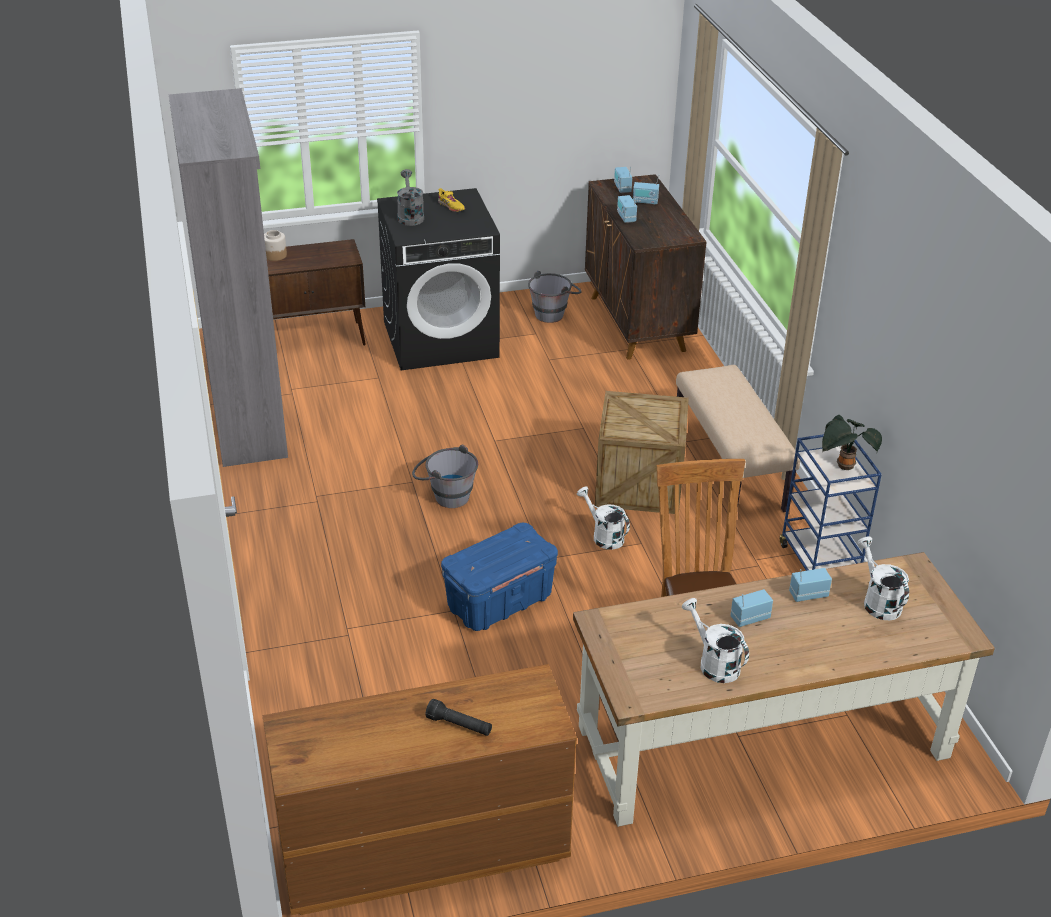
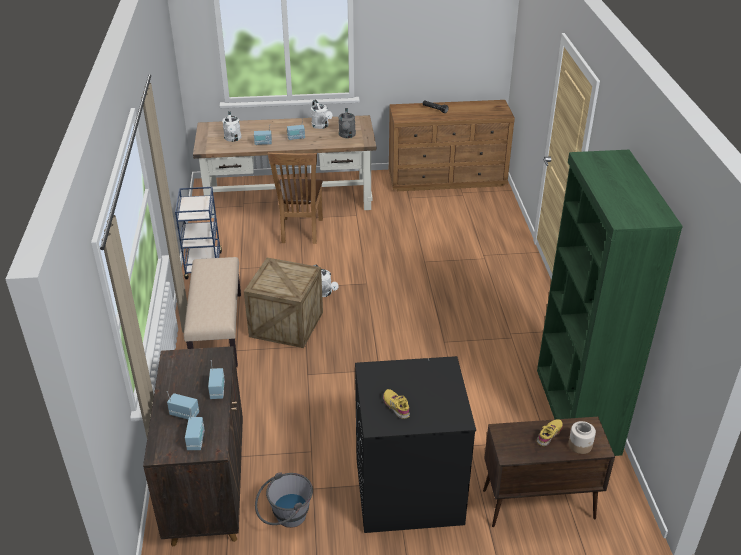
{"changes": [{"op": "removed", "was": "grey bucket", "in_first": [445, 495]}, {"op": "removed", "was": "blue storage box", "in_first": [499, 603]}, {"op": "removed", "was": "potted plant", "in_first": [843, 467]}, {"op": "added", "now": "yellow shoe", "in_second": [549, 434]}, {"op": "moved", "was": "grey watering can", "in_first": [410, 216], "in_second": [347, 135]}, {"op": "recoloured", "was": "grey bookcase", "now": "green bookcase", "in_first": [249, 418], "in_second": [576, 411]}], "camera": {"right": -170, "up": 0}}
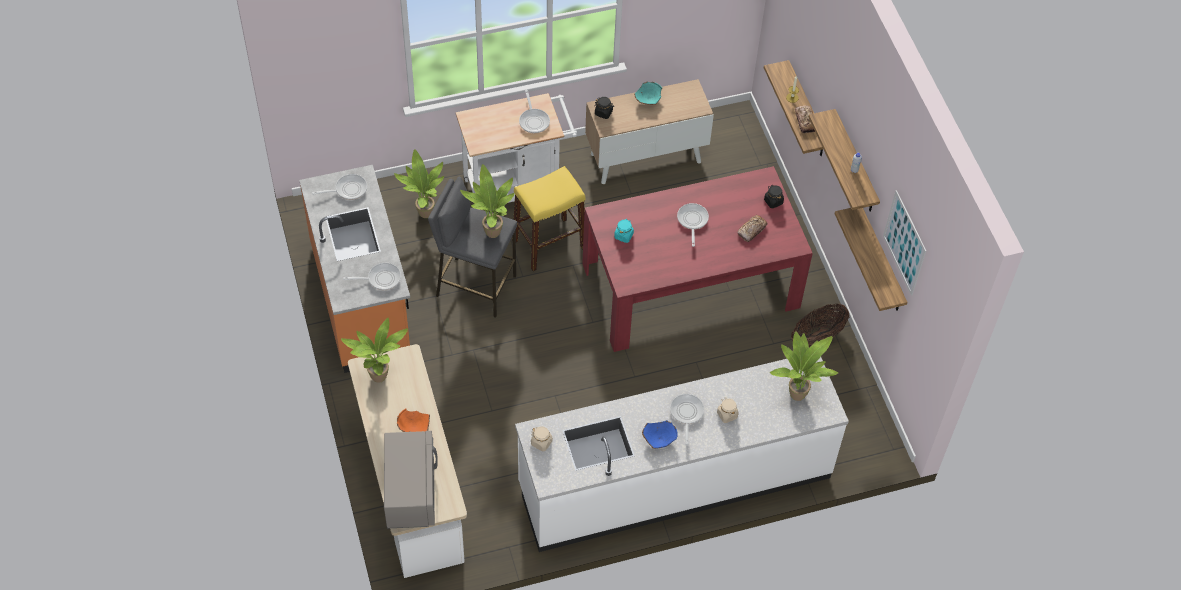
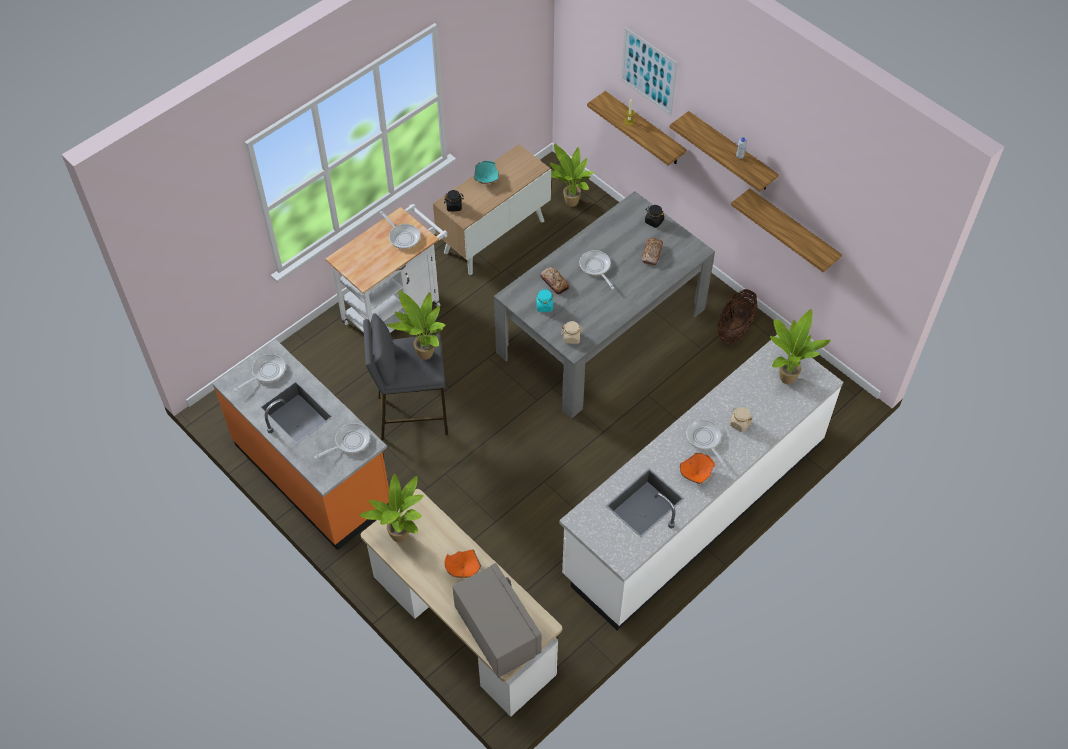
{"changes": [{"op": "removed", "was": "yellow stool", "in_first": [549, 244]}, {"op": "moved", "was": "potted plant", "in_first": [423, 214], "in_second": [569, 203]}, {"op": "moved", "was": "beige jar", "in_first": [541, 442], "in_second": [571, 337]}, {"op": "moved", "was": "bread", "in_first": [805, 121], "in_second": [554, 282]}, {"op": "moved", "was": "picture", "in_first": [904, 243], "in_second": [648, 71]}, {"op": "recoloured", "was": "red dining table", "now": "grey dining table", "in_first": [690, 286], "in_second": [601, 331]}, {"op": "recoloured", "was": "blue bowl", "now": "orange bowl", "in_first": [659, 439], "in_second": [695, 473]}], "camera": {"right": -25, "up": 0}}
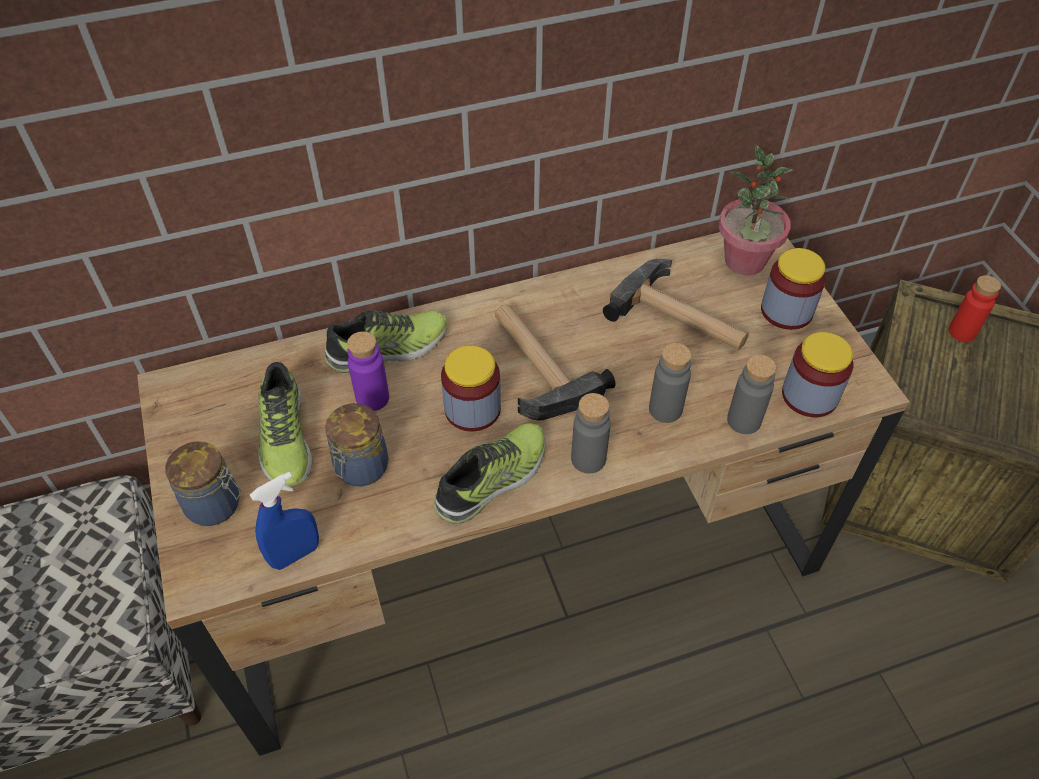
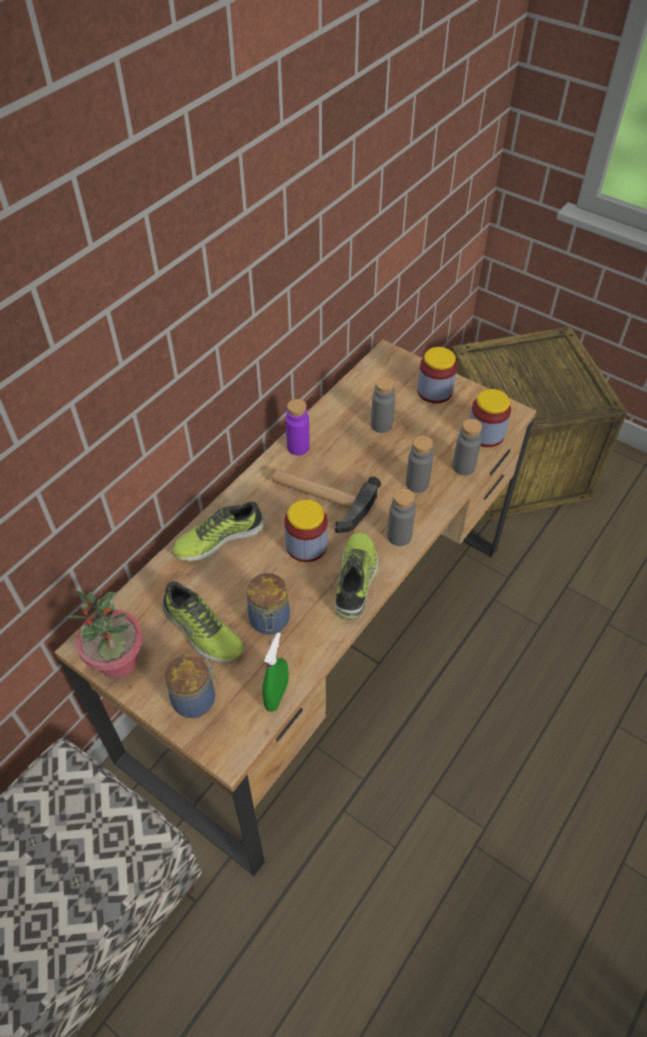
{"changes": [{"op": "removed", "was": "red bottle", "in_first": [962, 332]}, {"op": "moved", "was": "purple bottle", "in_first": [372, 398], "in_second": [298, 447]}, {"op": "moved", "was": "potted plant", "in_first": [744, 261], "in_second": [118, 662]}, {"op": "replaced", "was": "hammer", "now": "grey bottle", "in_first": [682, 318], "in_second": [381, 425]}, {"op": "recoloured", "was": "blue spray bottle", "now": "green spray bottle", "in_first": [295, 554], "in_second": [276, 695]}, {"op": "turned", "was": "shoe", "in_first": [388, 349], "in_second": [219, 538], "clockwise": -150}], "camera": {"right": -35, "up": 0}}
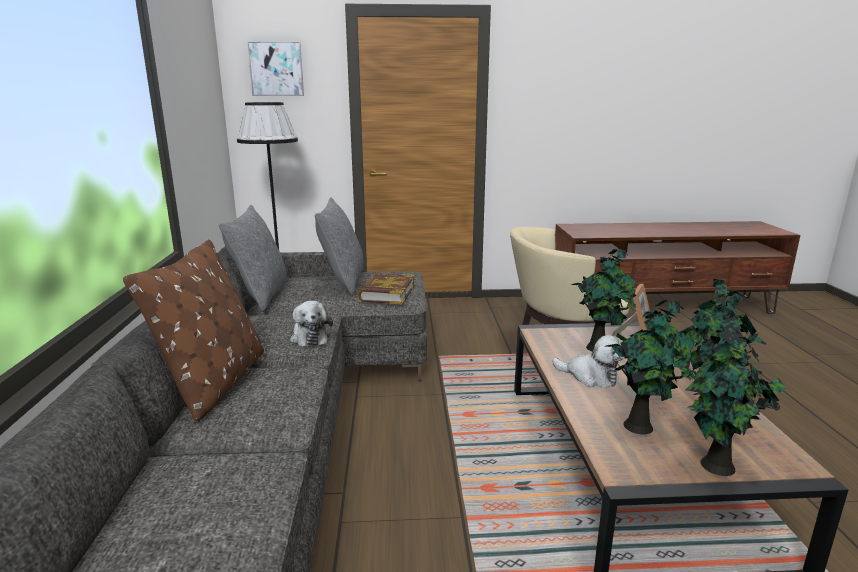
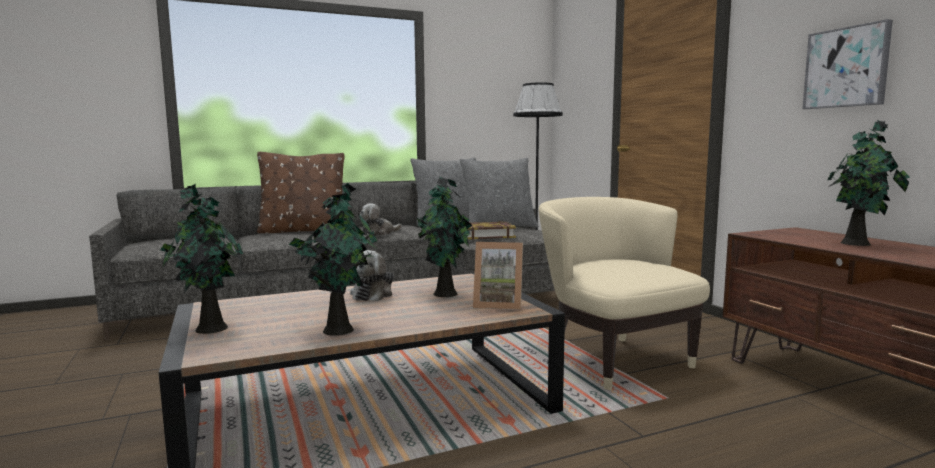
{"changes": [{"op": "moved", "was": "picture", "in_first": [276, 69], "in_second": [847, 67]}, {"op": "moved", "was": "potted plant", "in_first": [640, 426], "in_second": [858, 244]}], "camera": {"right": 70, "up": -10}}
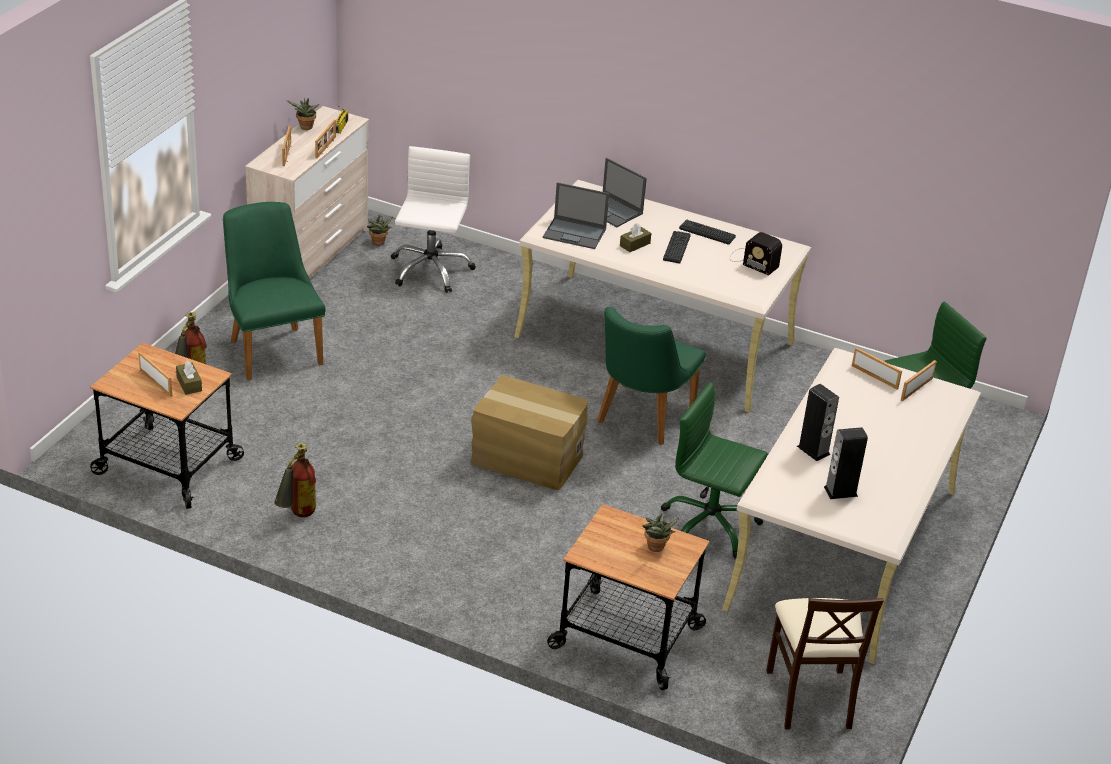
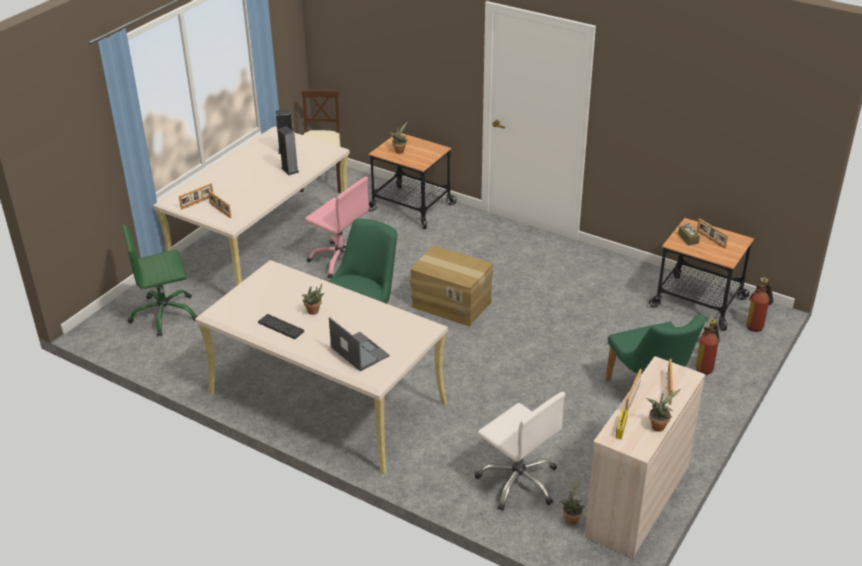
{"changes": [{"op": "removed", "was": "laptop", "in_first": [575, 233]}, {"op": "removed", "was": "brown tissue box", "in_first": [635, 244]}, {"op": "removed", "was": "radio", "in_first": [752, 261]}, {"op": "moved", "was": "fire extinguisher", "in_first": [297, 516], "in_second": [757, 324]}, {"op": "replaced", "was": "keyboard", "now": "potted plant", "in_first": [676, 247], "in_second": [314, 312]}, {"op": "recoloured", "was": "green office chair", "now": "pink office chair", "in_first": [709, 526], "in_second": [341, 260]}, {"op": "turned", "was": "white office chair", "in_first": [430, 270], "in_second": [518, 481], "clockwise": -60}], "camera": {"right": -170, "up": 0}}
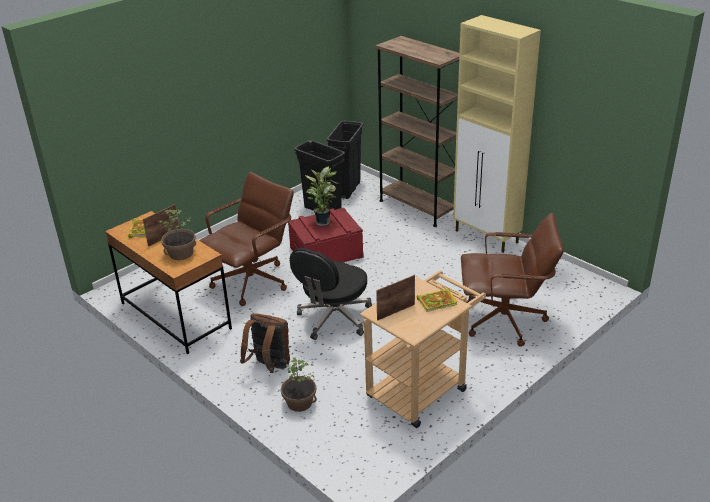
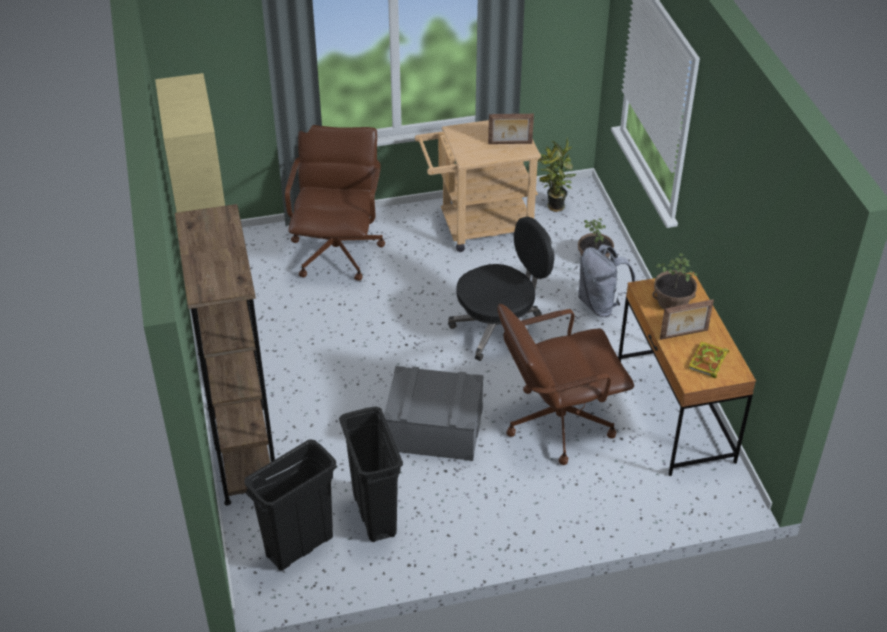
{"changes": [{"op": "removed", "was": "book", "in_first": [438, 301]}, {"op": "moved", "was": "potted plant", "in_first": [323, 221], "in_second": [554, 207]}, {"op": "recoloured", "was": "brown backpack", "now": "grey backpack", "in_first": [269, 366], "in_second": [601, 305]}, {"op": "recoloured", "was": "red storage box", "now": "grey storage box", "in_first": [326, 252], "in_second": [433, 429]}, {"op": "turned", "was": "brown office chair", "in_first": [505, 321], "in_second": [337, 252], "clockwise": 60}], "camera": {"right": -150, "up": 10}}
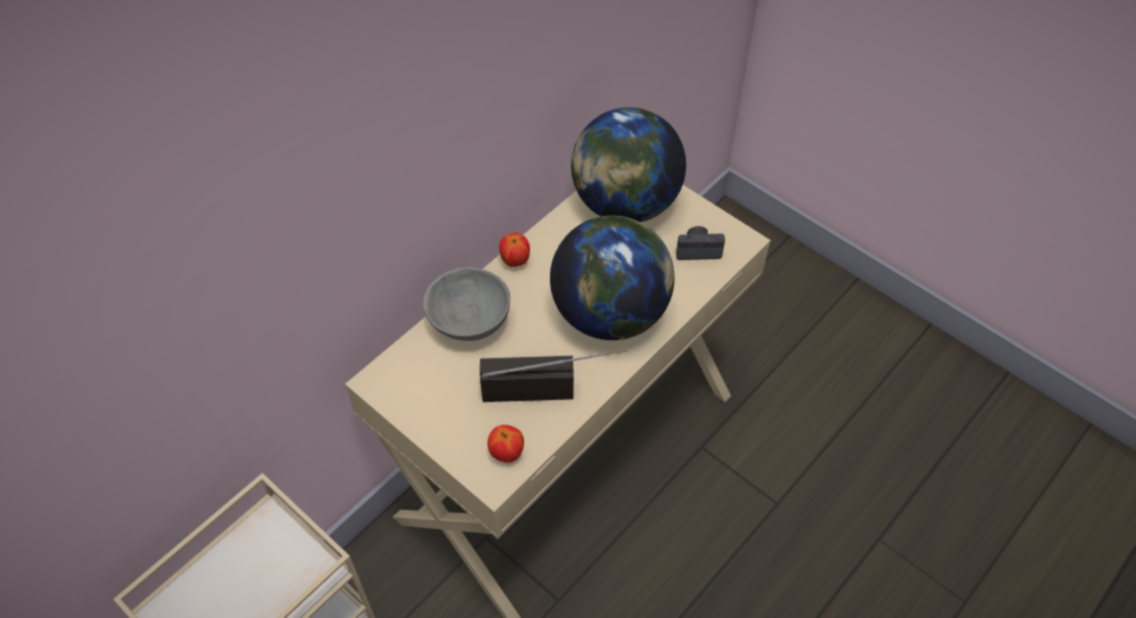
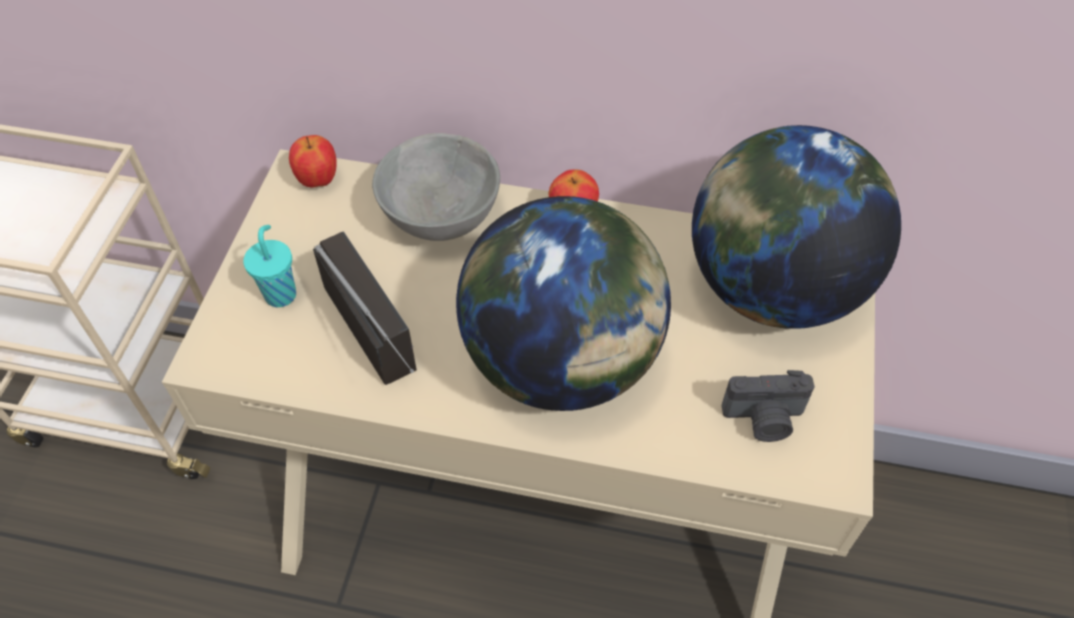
{"changes": [{"op": "added", "now": "turquoise cup", "in_second": [281, 293]}, {"op": "moved", "was": "apple", "in_first": [506, 453], "in_second": [318, 180]}, {"op": "turned", "was": "photo camera", "in_first": [698, 250], "in_second": [764, 419], "clockwise": 120}], "camera": {"right": 60, "up": 0}}
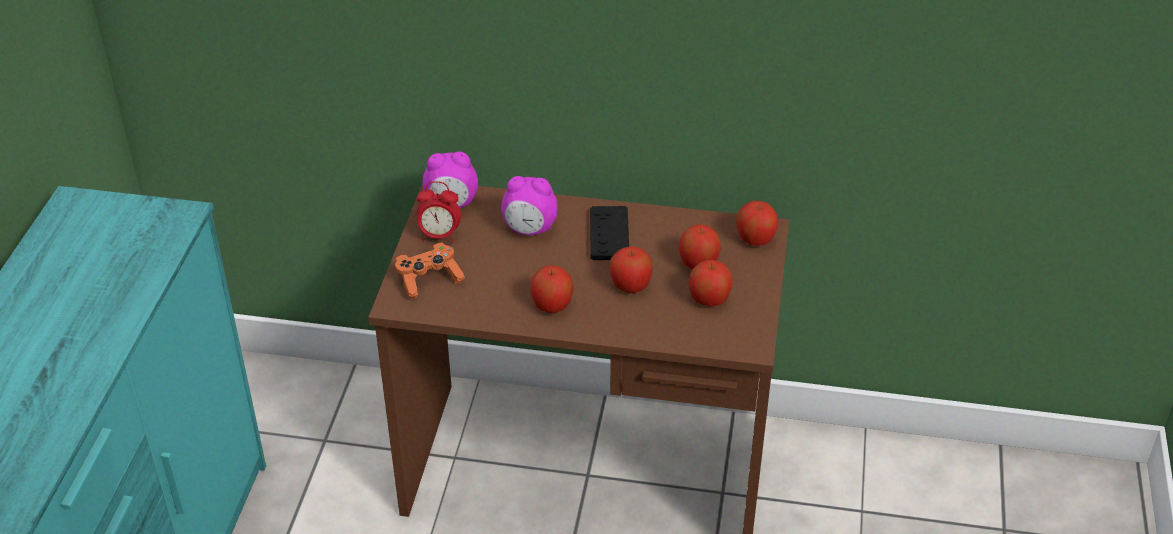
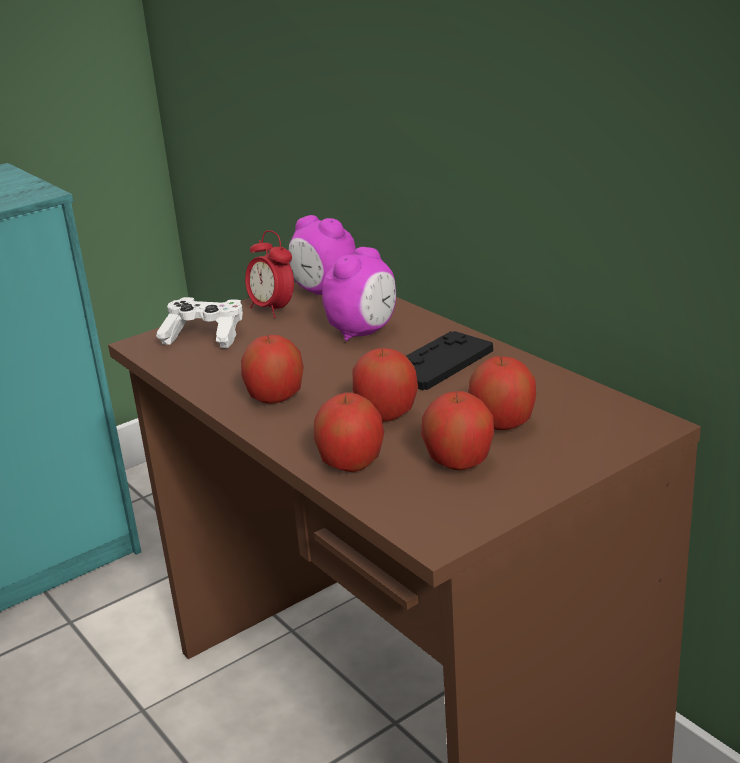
{"changes": [{"op": "moved", "was": "apple", "in_first": [755, 239], "in_second": [351, 464]}, {"op": "recoloured", "was": "orange game controller", "now": "white game controller", "in_first": [429, 279], "in_second": [204, 336]}, {"op": "turned", "was": "alarm clock", "in_first": [530, 229], "in_second": [363, 332], "clockwise": -105}], "camera": {"right": 45, "up": -15}}
